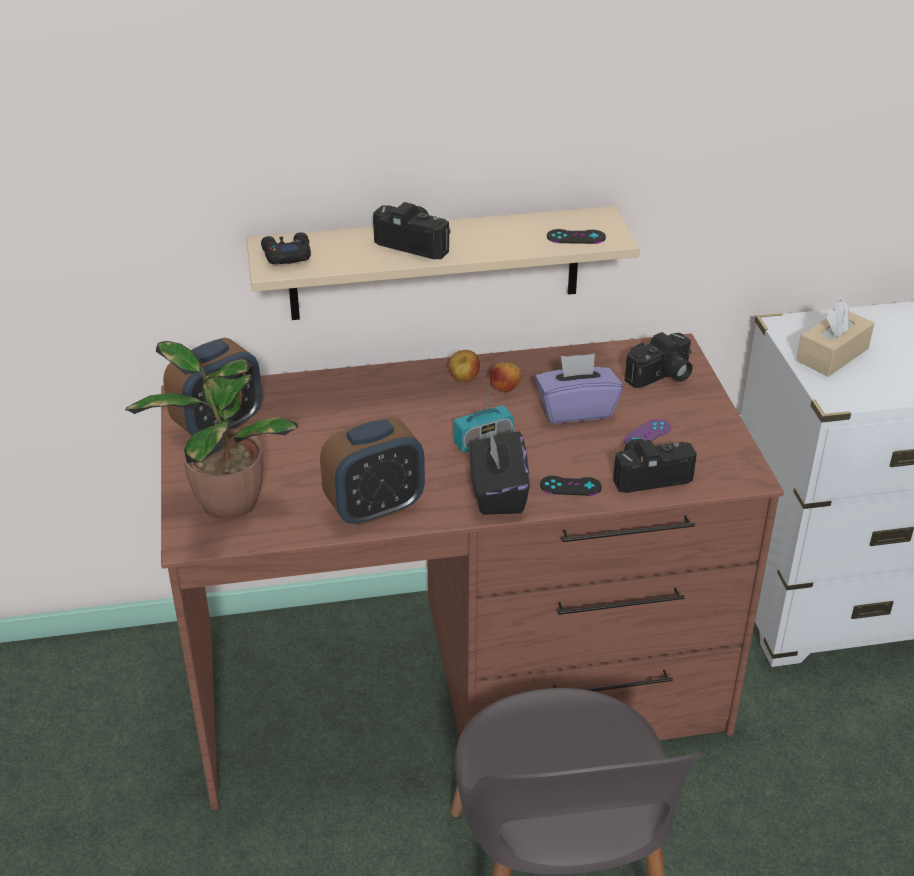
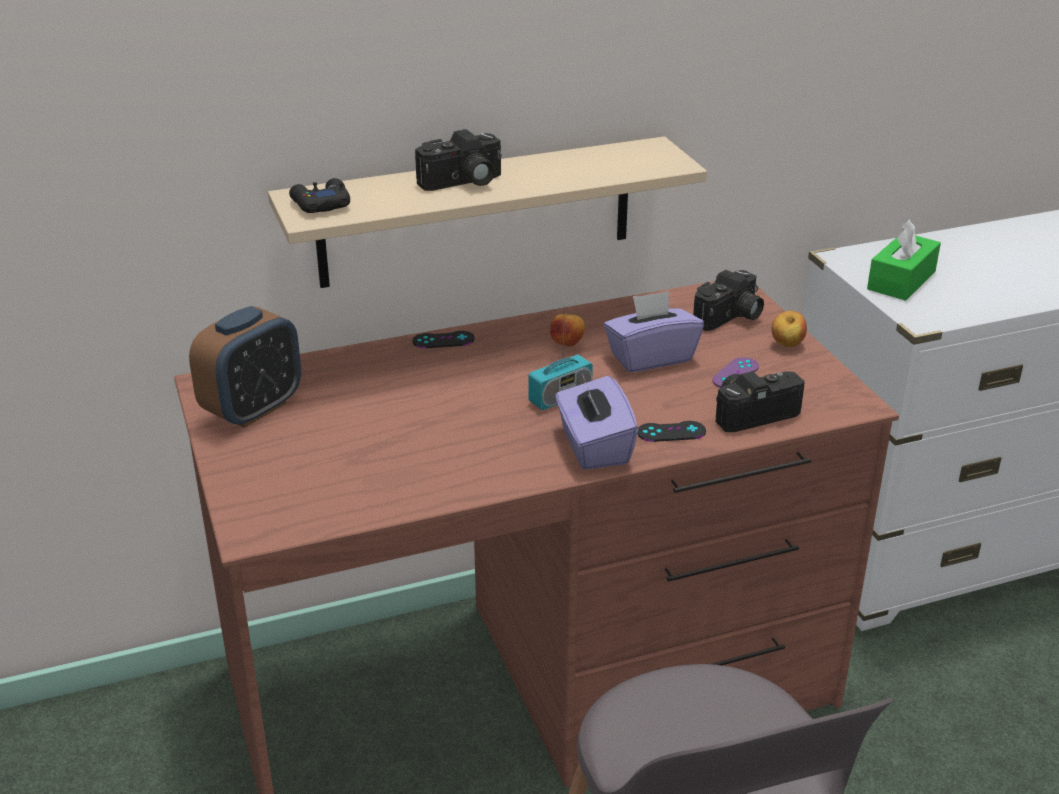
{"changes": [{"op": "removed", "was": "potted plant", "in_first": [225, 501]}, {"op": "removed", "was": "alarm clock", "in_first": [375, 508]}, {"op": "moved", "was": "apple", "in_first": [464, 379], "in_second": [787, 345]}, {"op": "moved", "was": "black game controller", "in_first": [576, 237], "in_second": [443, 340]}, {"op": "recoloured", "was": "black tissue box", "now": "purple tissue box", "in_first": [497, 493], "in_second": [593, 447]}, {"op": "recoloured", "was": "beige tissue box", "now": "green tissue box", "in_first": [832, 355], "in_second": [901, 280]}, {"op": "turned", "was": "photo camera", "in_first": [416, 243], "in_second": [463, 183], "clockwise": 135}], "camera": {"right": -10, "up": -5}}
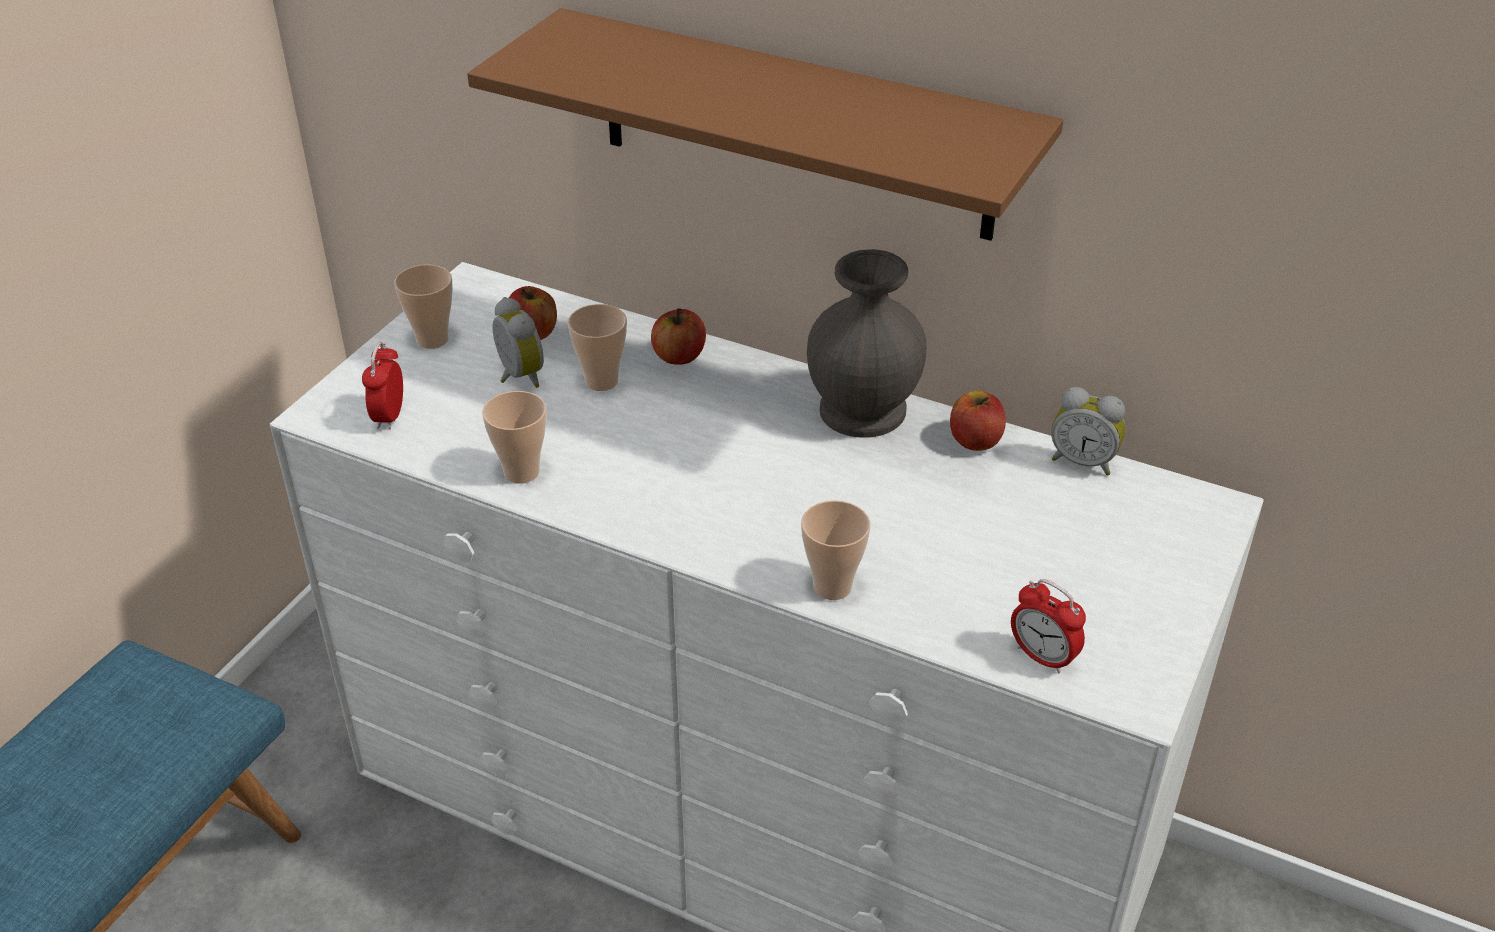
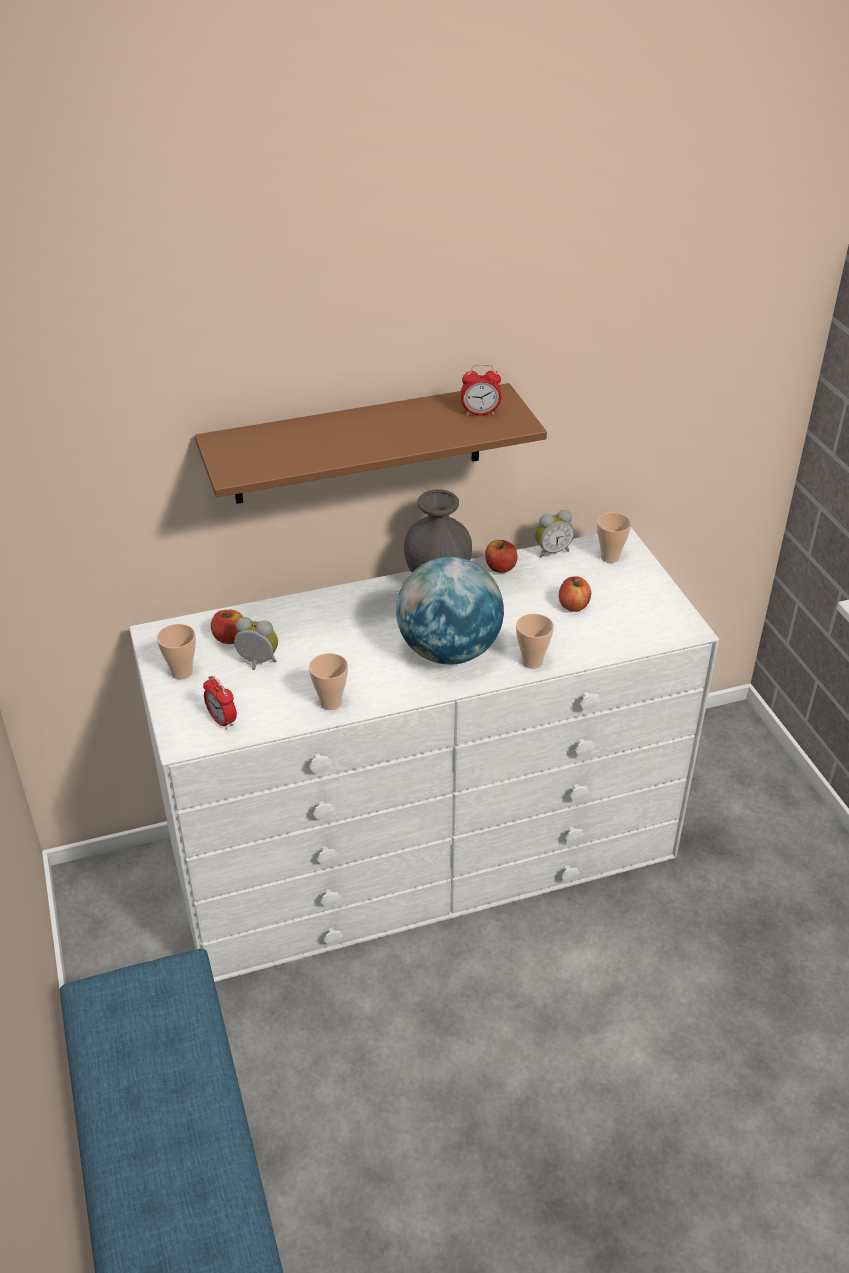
{"changes": [{"op": "added", "now": "globe", "in_second": [449, 651]}, {"op": "moved", "was": "cup", "in_first": [601, 381], "in_second": [610, 557]}, {"op": "moved", "was": "apple", "in_first": [679, 356], "in_second": [573, 606]}, {"op": "moved", "was": "alarm clock", "in_first": [1042, 657], "in_second": [480, 413]}], "camera": {"right": -45, "up": 0}}
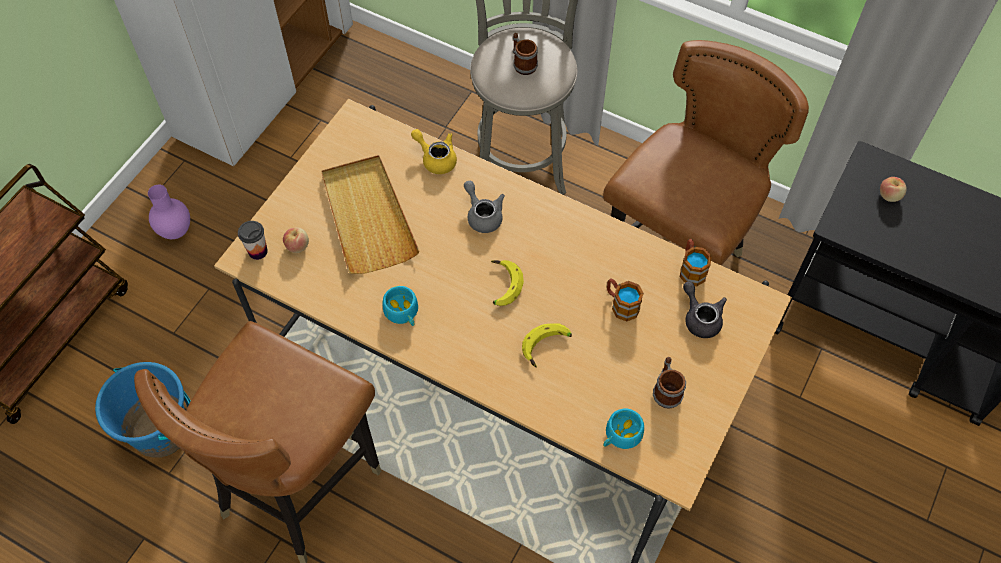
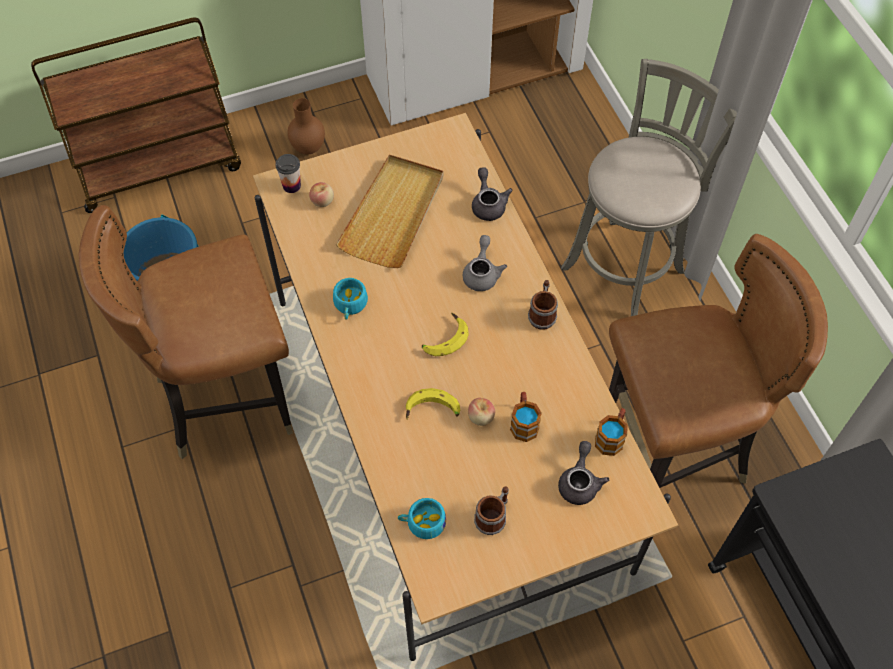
{"changes": [{"op": "moved", "was": "mug", "in_first": [522, 63], "in_second": [542, 314]}, {"op": "moved", "was": "apple", "in_first": [889, 196], "in_second": [481, 417]}, {"op": "recoloured", "was": "purple vase", "now": "brown vase", "in_first": [177, 231], "in_second": [309, 148]}, {"op": "recoloured", "was": "yellow teapot", "now": "grey teapot", "in_first": [436, 158], "in_second": [488, 204]}], "camera": {"right": 40, "up": 0}}
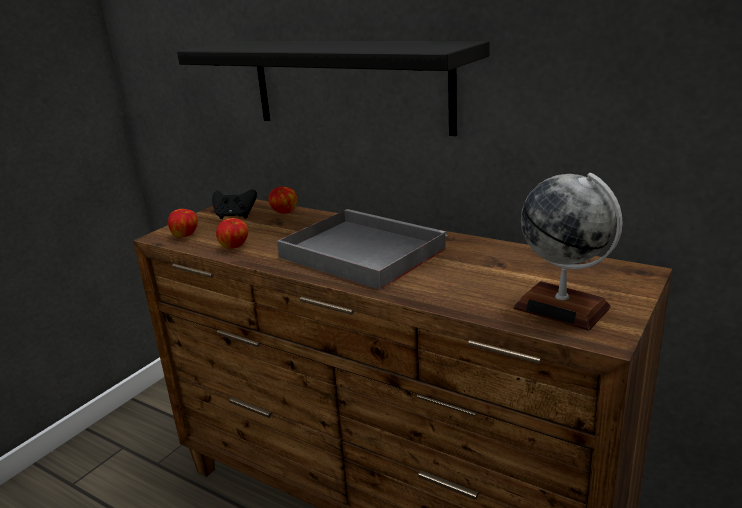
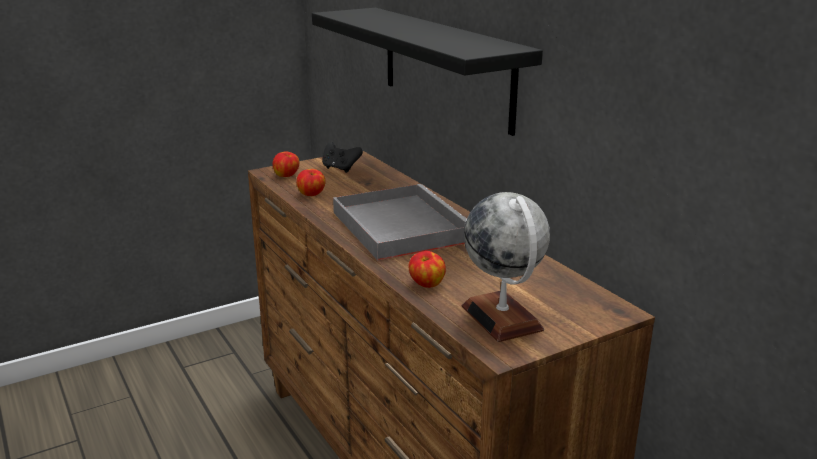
{"changes": [{"op": "moved", "was": "apple", "in_first": [284, 212], "in_second": [426, 285]}], "camera": {"right": 25, "up": 0}}
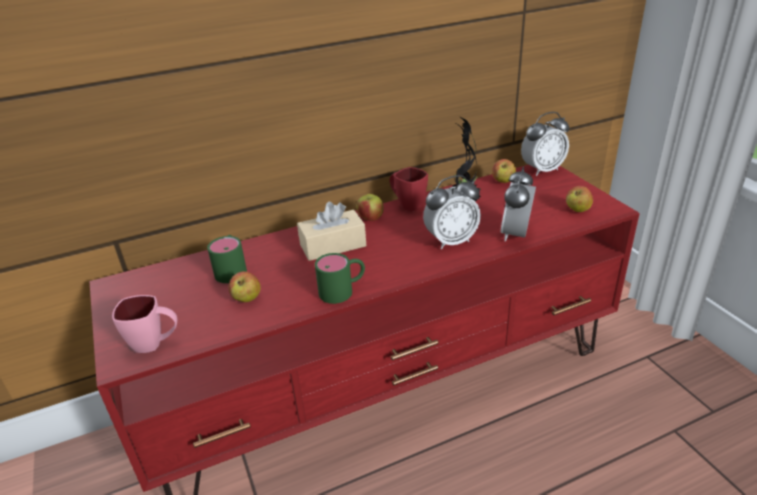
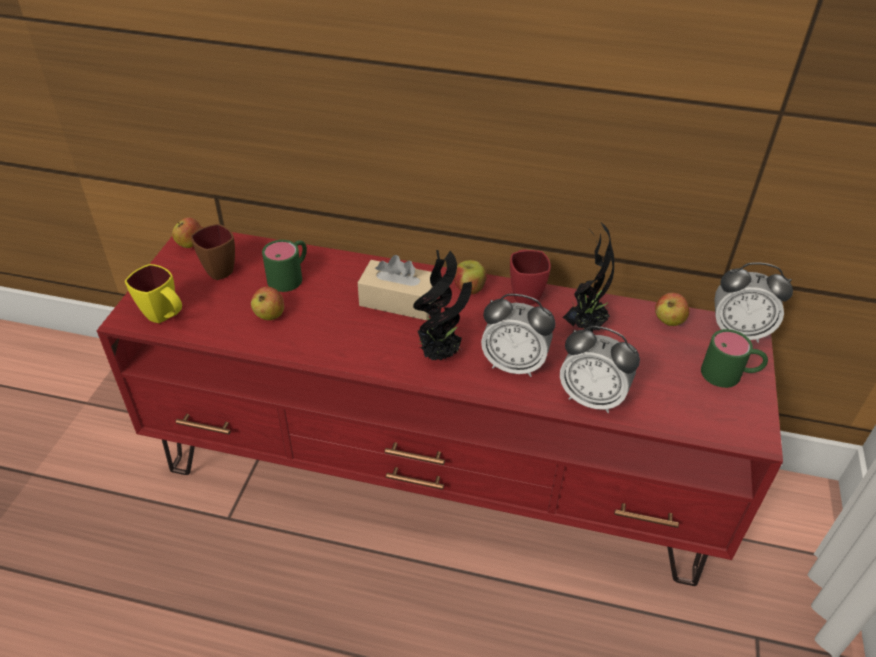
{"changes": [{"op": "added", "now": "brown mug", "in_second": [216, 268]}, {"op": "added", "now": "potted plant", "in_second": [440, 355]}, {"op": "moved", "was": "green mug", "in_first": [343, 290], "in_second": [730, 374]}, {"op": "moved", "was": "apple", "in_first": [577, 210], "in_second": [190, 244]}, {"op": "recoloured", "was": "pink mug", "now": "yellow mug", "in_first": [155, 344], "in_second": [165, 317]}, {"op": "turned", "was": "alarm clock", "in_first": [515, 234], "in_second": [591, 398], "clockwise": -120}], "camera": {"right": 35, "up": 10}}
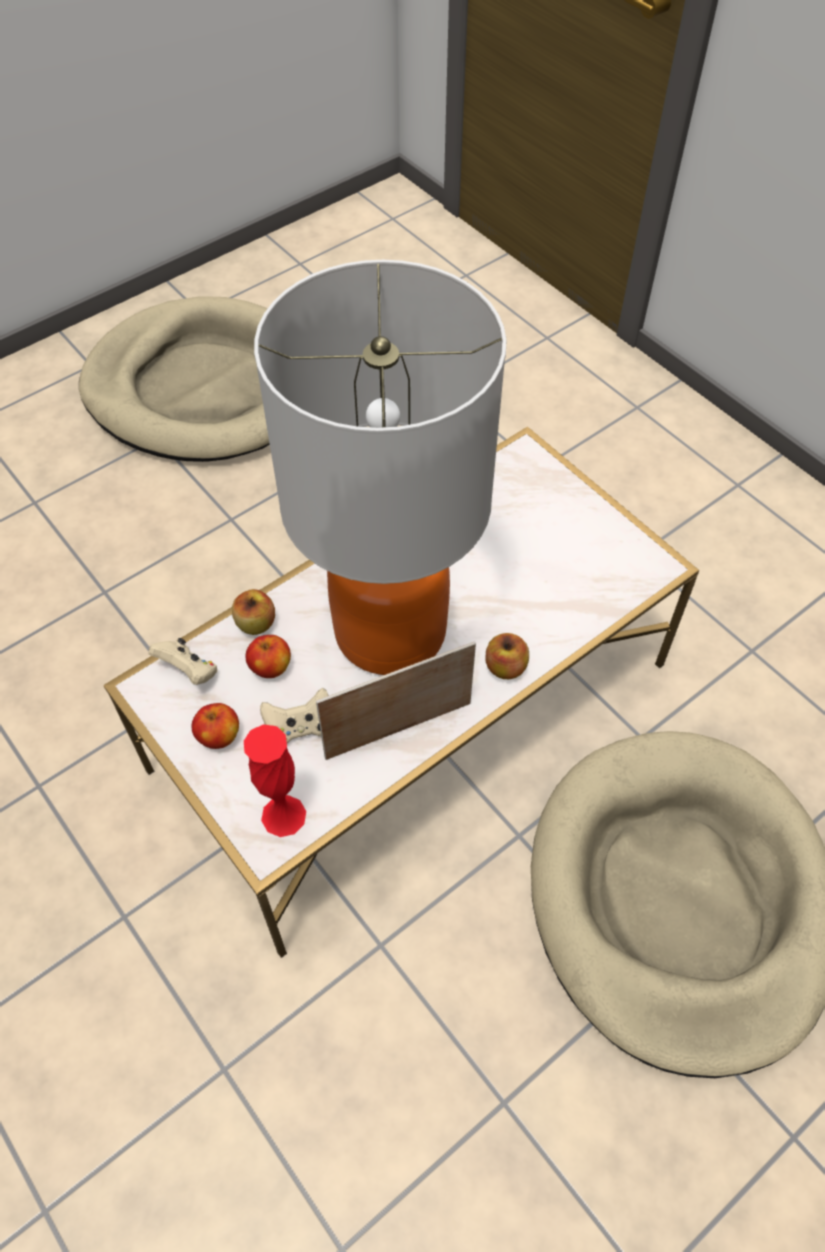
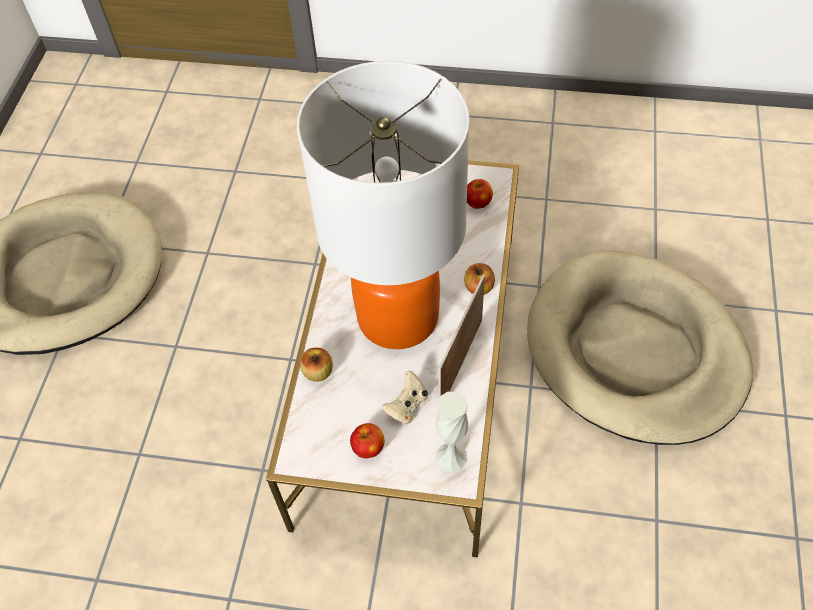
{"changes": [{"op": "removed", "was": "beige game controller", "in_first": [189, 671]}, {"op": "moved", "was": "apple", "in_first": [271, 667], "in_second": [477, 203]}, {"op": "recoloured", "was": "red vase", "now": "white vase", "in_first": [283, 815], "in_second": [451, 457]}], "camera": {"right": -40, "up": 0}}
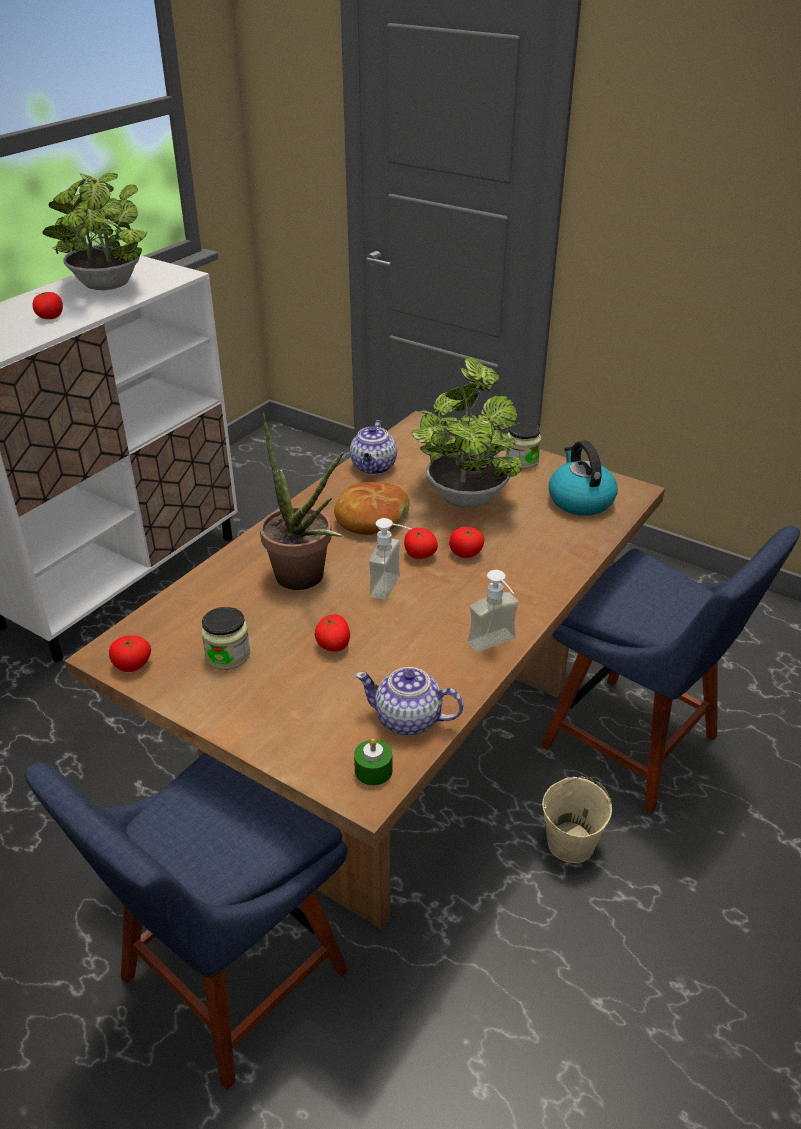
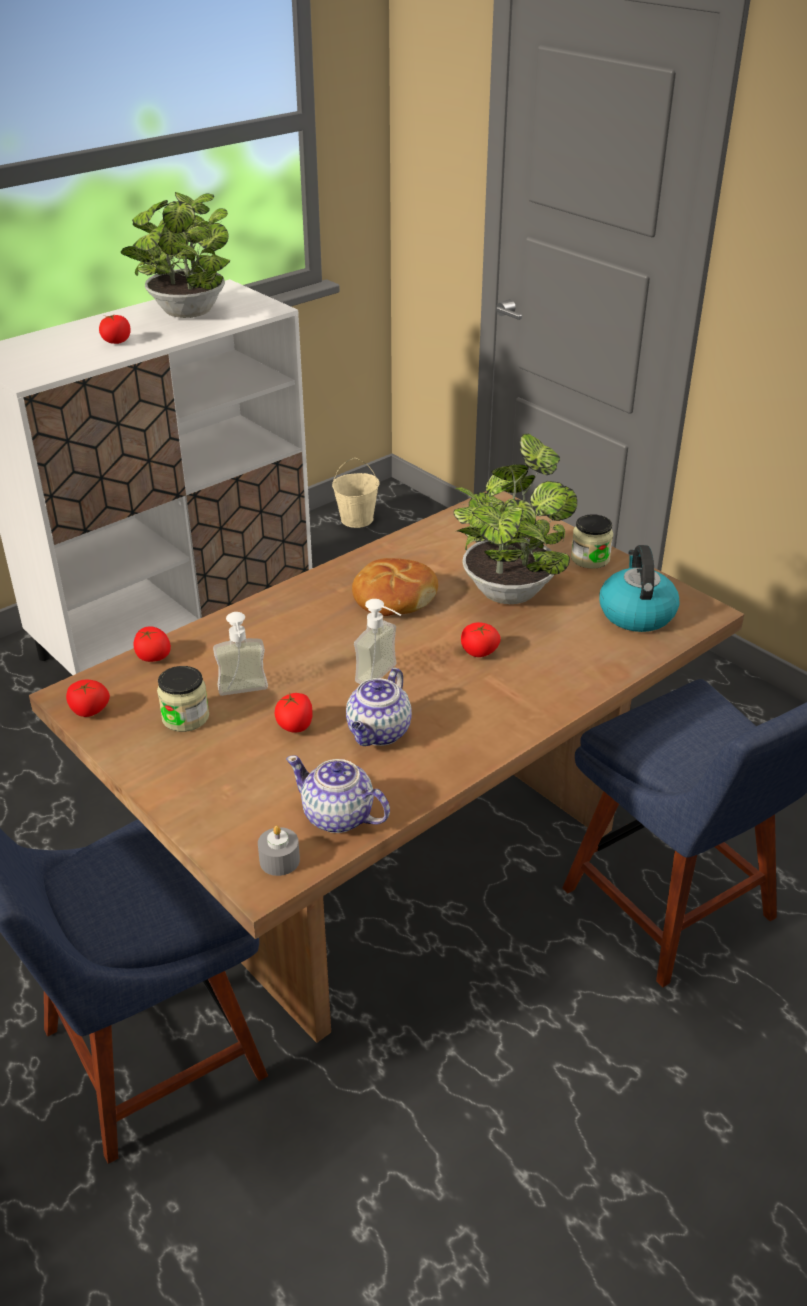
{"changes": [{"op": "removed", "was": "potted plant", "in_first": [305, 581]}, {"op": "moved", "was": "teapot", "in_first": [374, 467], "in_second": [379, 733]}, {"op": "moved", "was": "tomato", "in_first": [419, 555], "in_second": [153, 657]}, {"op": "moved", "was": "soap dispenser", "in_first": [496, 646], "in_second": [244, 693]}, {"op": "moved", "was": "beige bucket", "in_first": [570, 843], "in_second": [357, 519]}, {"op": "recoloured", "was": "green candle", "now": "grey candle", "in_first": [373, 770], "in_second": [279, 860]}], "camera": {"right": 15, "up": 0}}
